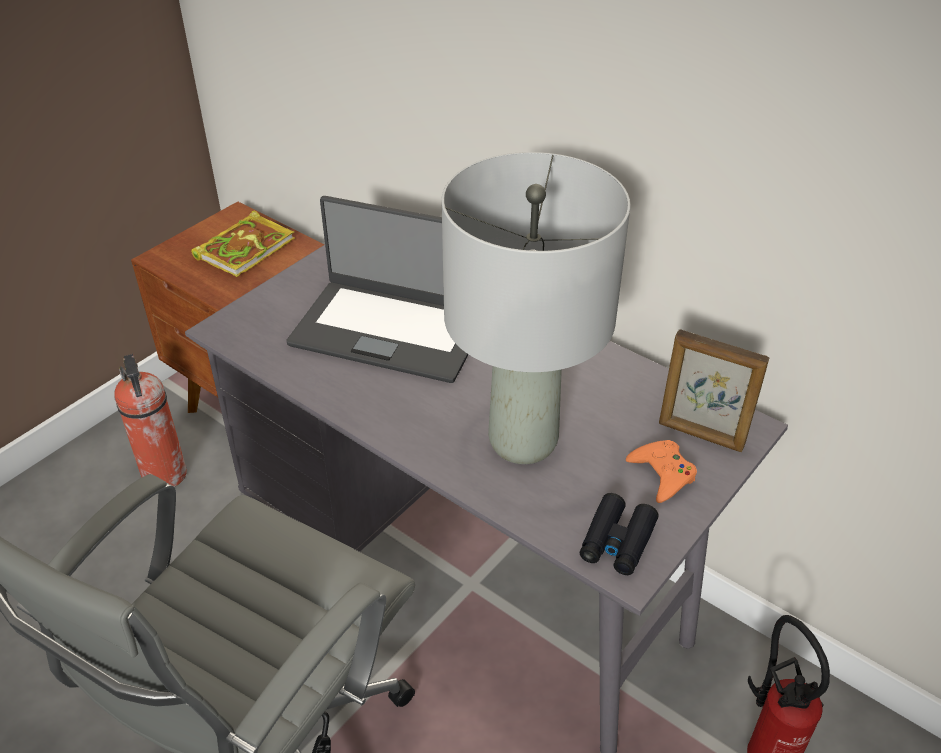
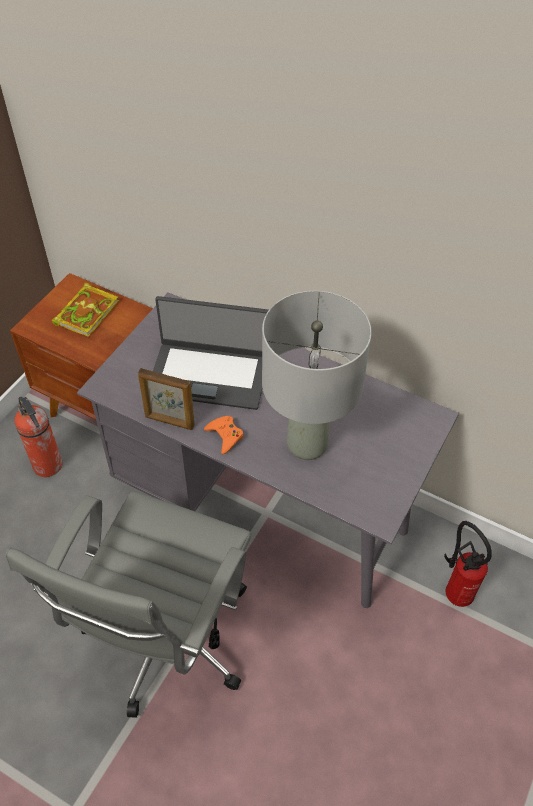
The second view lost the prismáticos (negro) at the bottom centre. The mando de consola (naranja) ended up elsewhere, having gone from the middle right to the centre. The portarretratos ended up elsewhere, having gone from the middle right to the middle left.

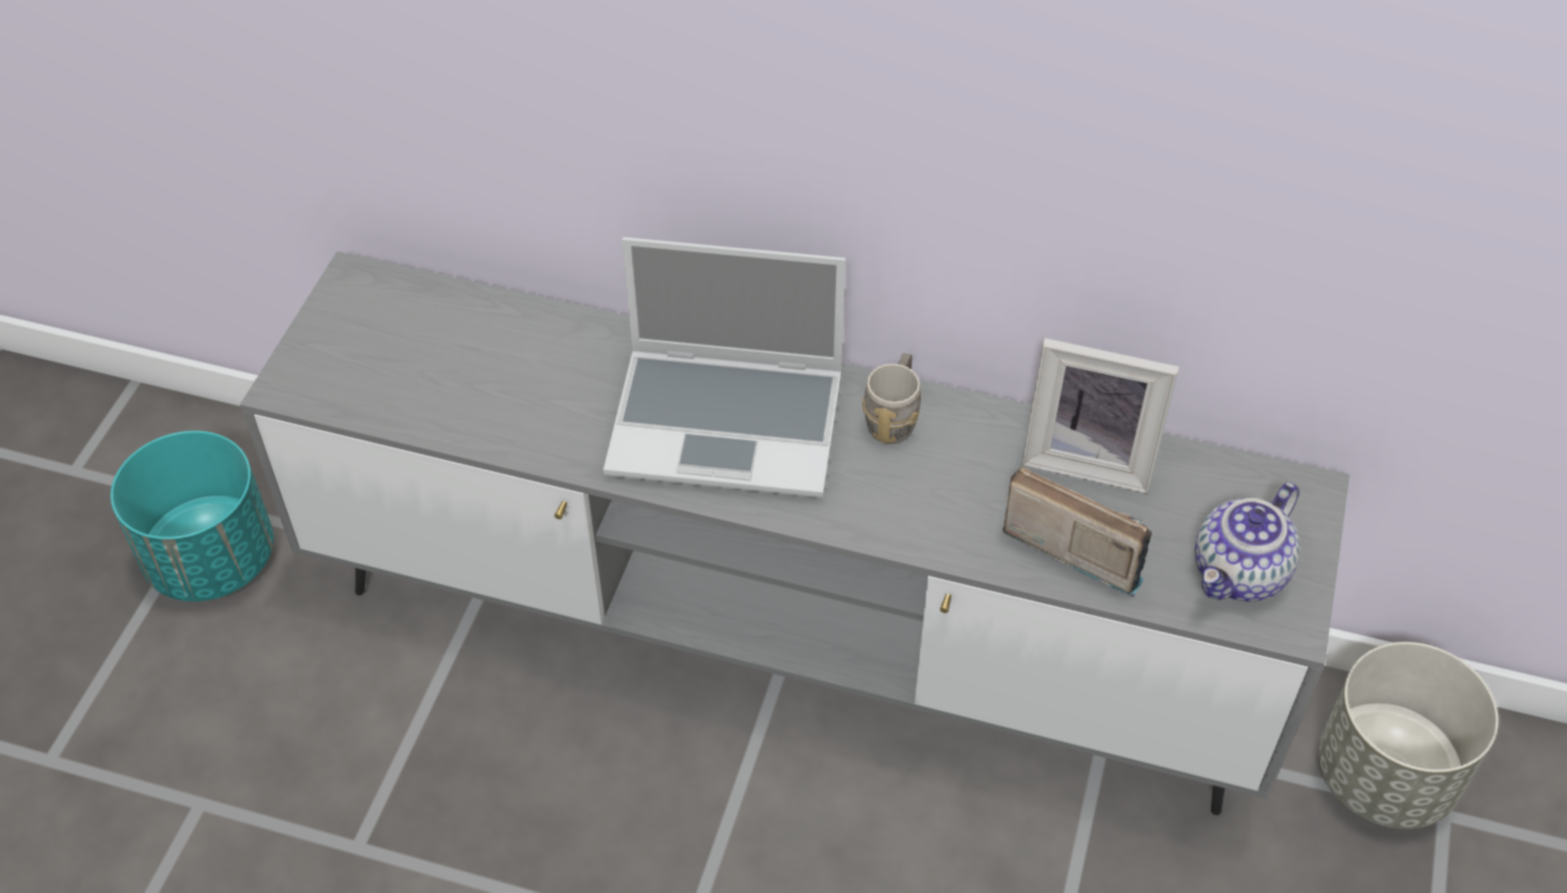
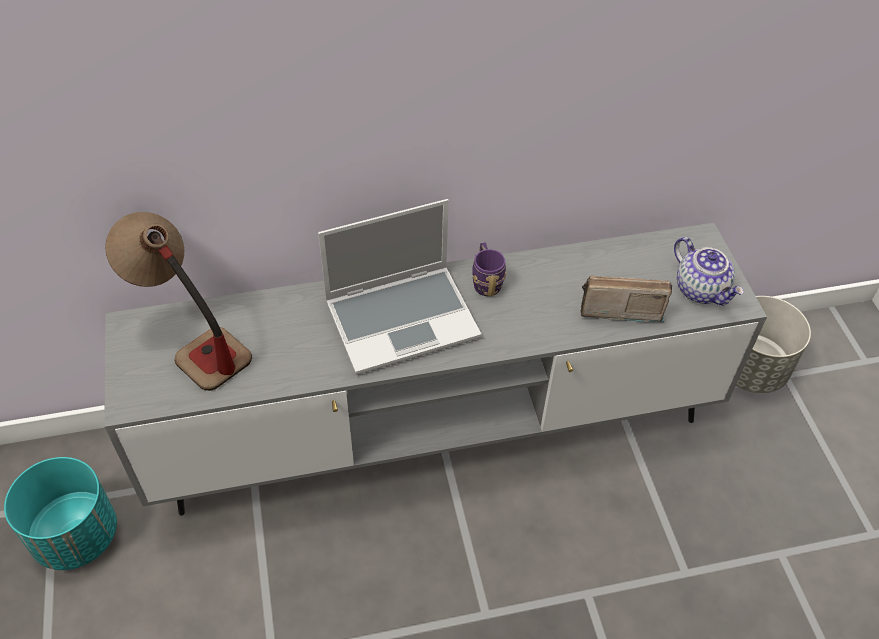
What was the taza grande (gris) at the centre turned into the taza grande (morado) at the centre. The second view lost the portarretratos at the middle right. The tetera at the middle right ended up facing another way, 45 degrees counterclockwise from before. The second view gained the lámpara de mesa at the middle left.

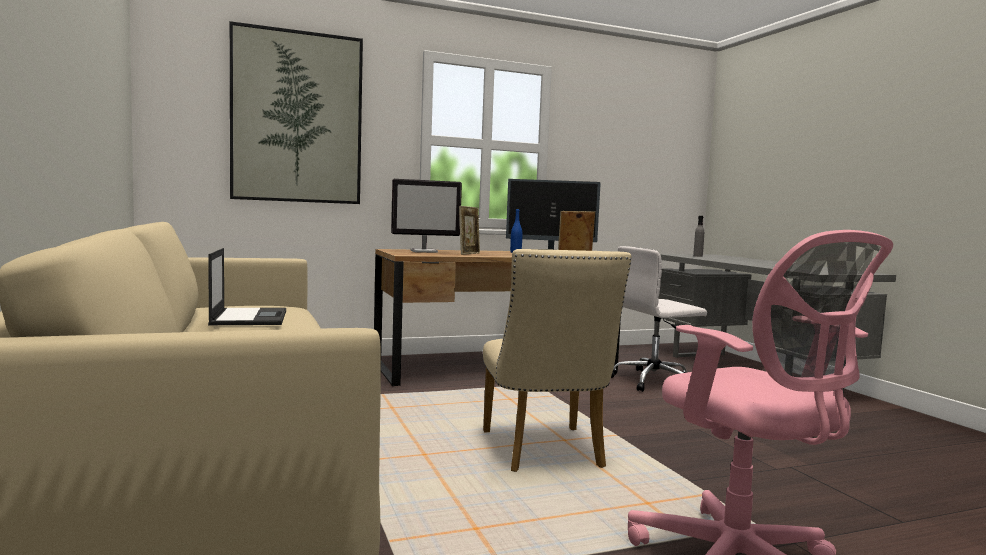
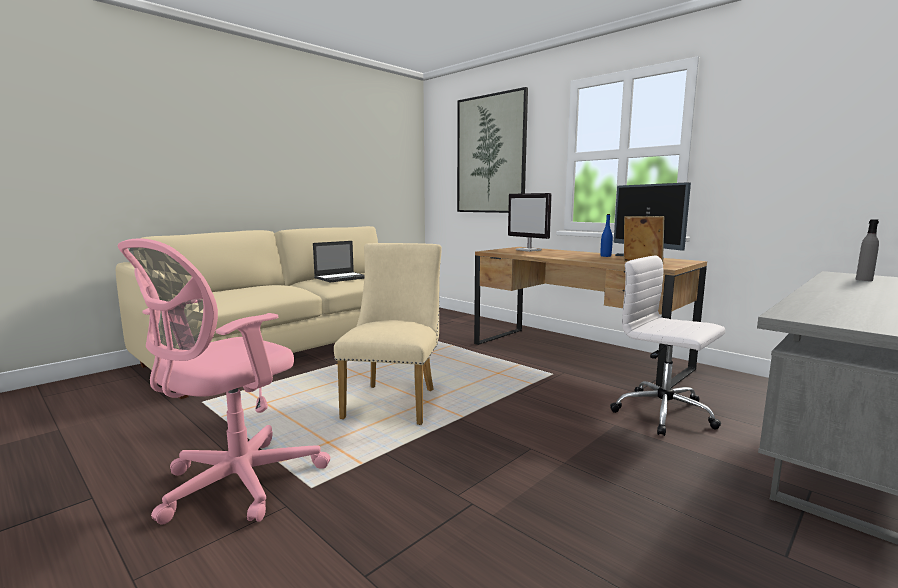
The second view lost the portarretratos (no. 1 from left) at the centre. The silla (beis) at the centre ended up facing another way, 135 degrees clockwise from before.

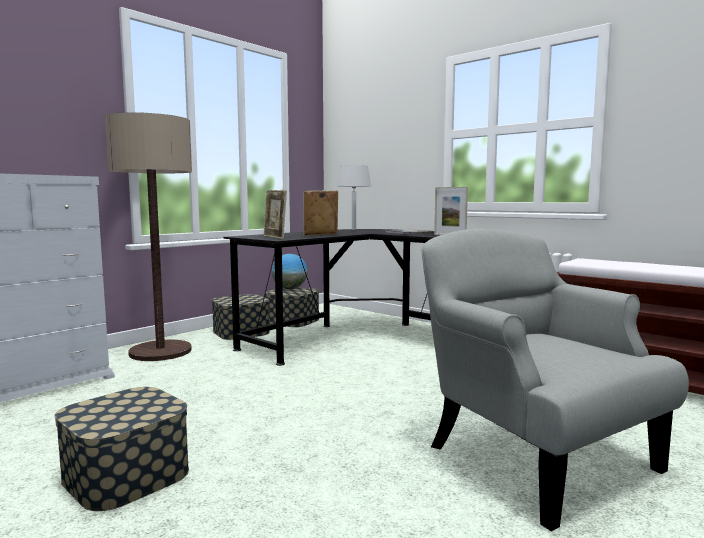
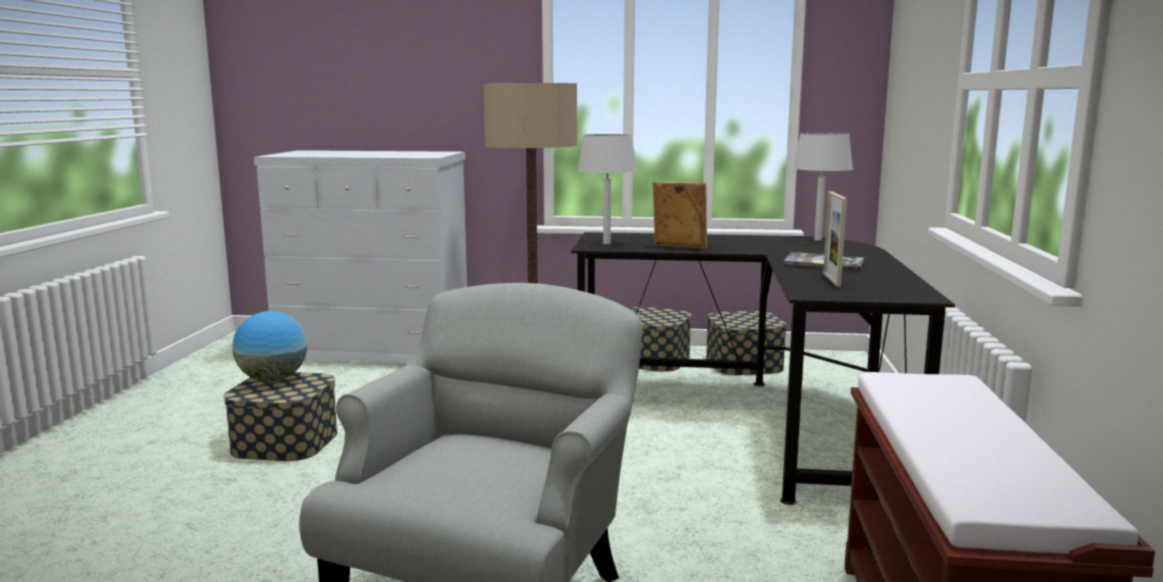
Where the portarretratos (no. 1 from left) stood at the centre, the lámpara de mesa (gris) (no. 1 from left) came to stand at the top centre. The globo terráqueo ended up elsewhere, having gone from the centre to the middle left.

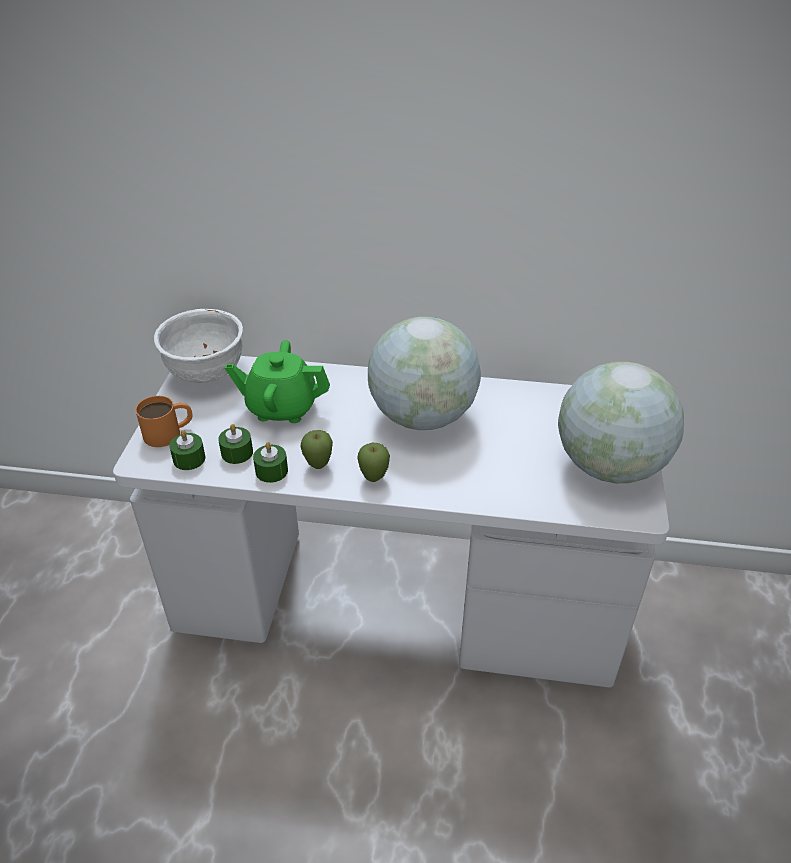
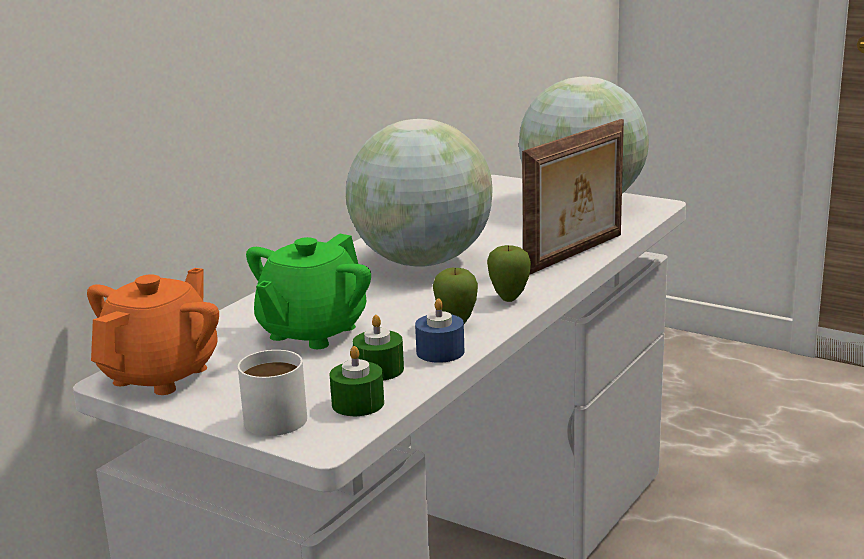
What was the taza grande (naranja) at the middle left turned into the taza grande (blanco) at the bottom left. Where the cuenco (blanco) stood at the middle left, the tetera (naranja) came to stand at the middle left. What was the vela (verde) (no. 3 from left) at the centre turned into the vela (azul) at the centre. The second view gained the portarretratos at the centre.

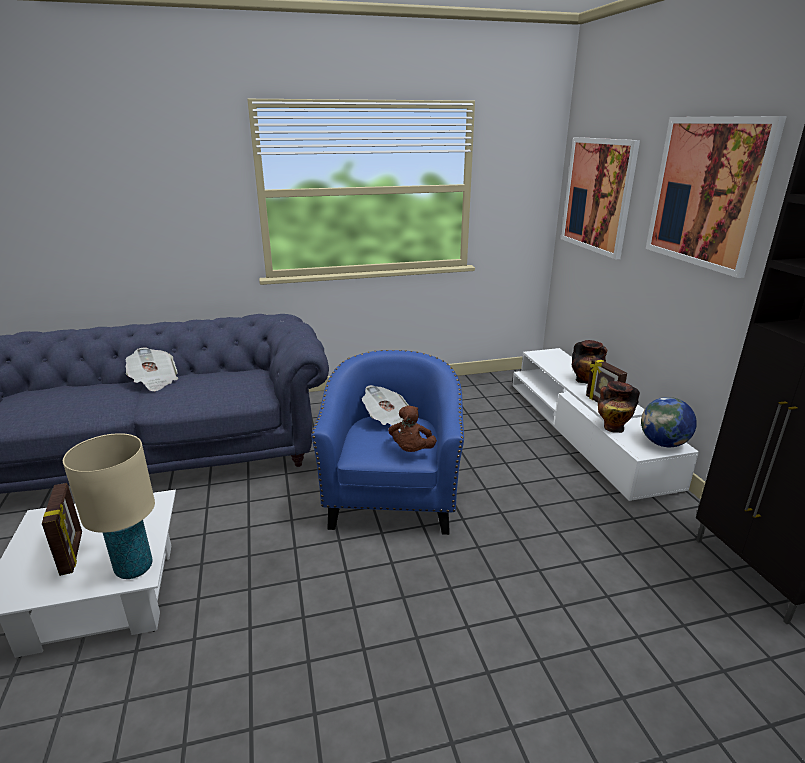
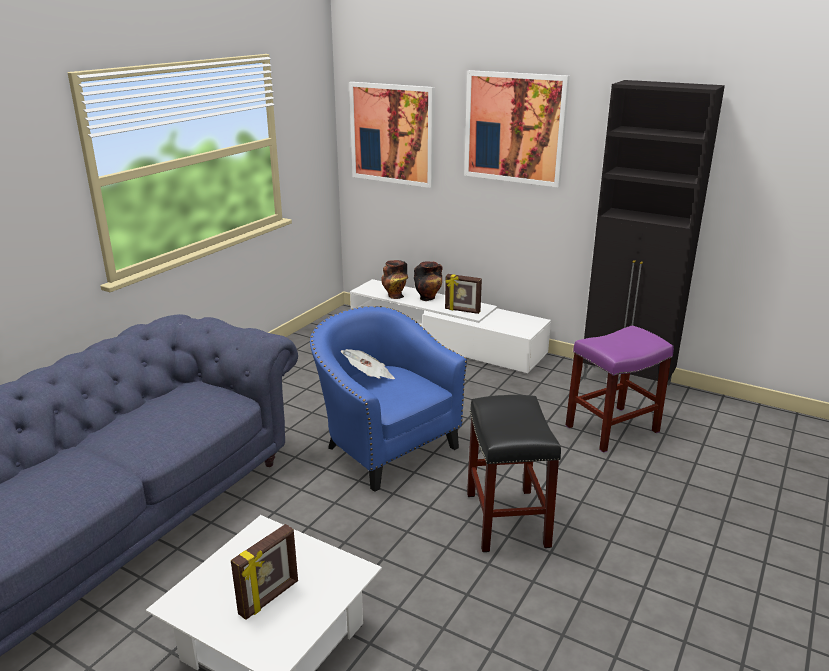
The portarretratos (no. 1 from left) at the bottom left ended up facing another way, 105 degrees clockwise from before. The second view lost the lámpara de mesa (beis) at the middle left. The second view lost the periódico (no. 1 from left) at the middle left. The second view lost the peluche (marrón) at the centre. The florero (no. 2 from left in the first image) ended up elsewhere, having gone from the middle right to the centre. The second view lost the globo terráqueo at the middle right. The second view gained the taburete (negro) at the bottom centre. The second view gained the taburete (morado) at the middle right.

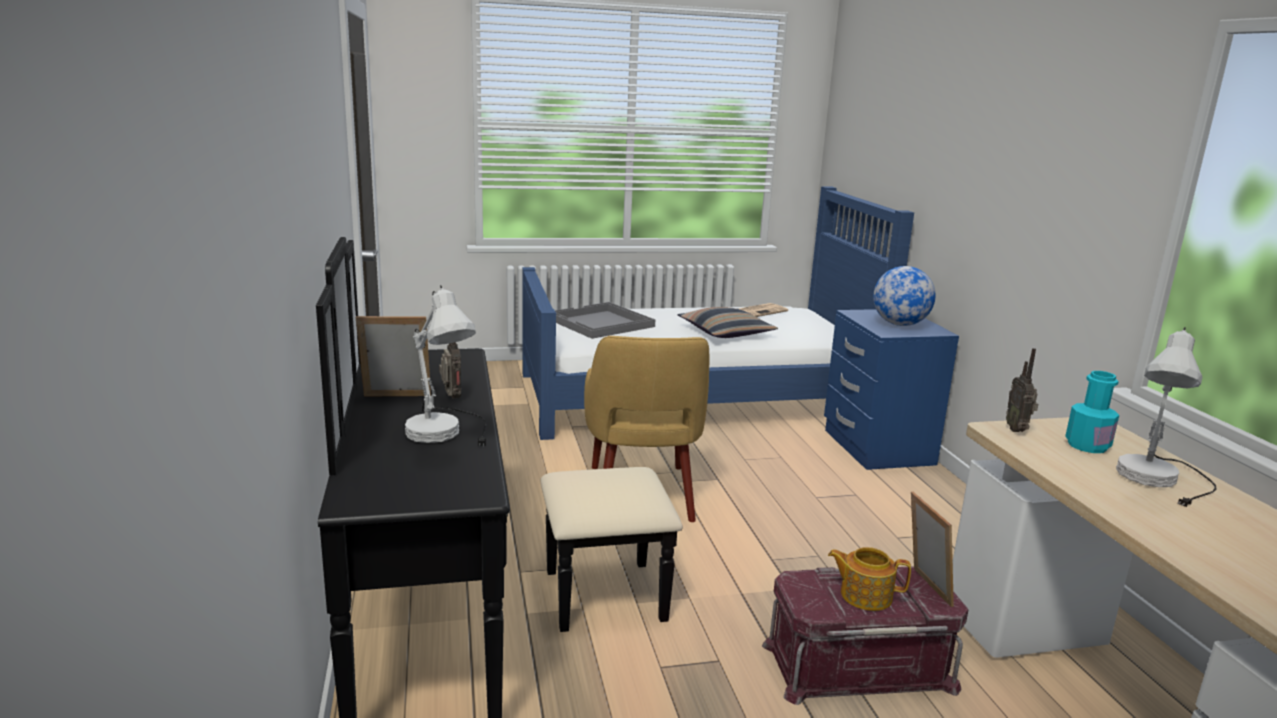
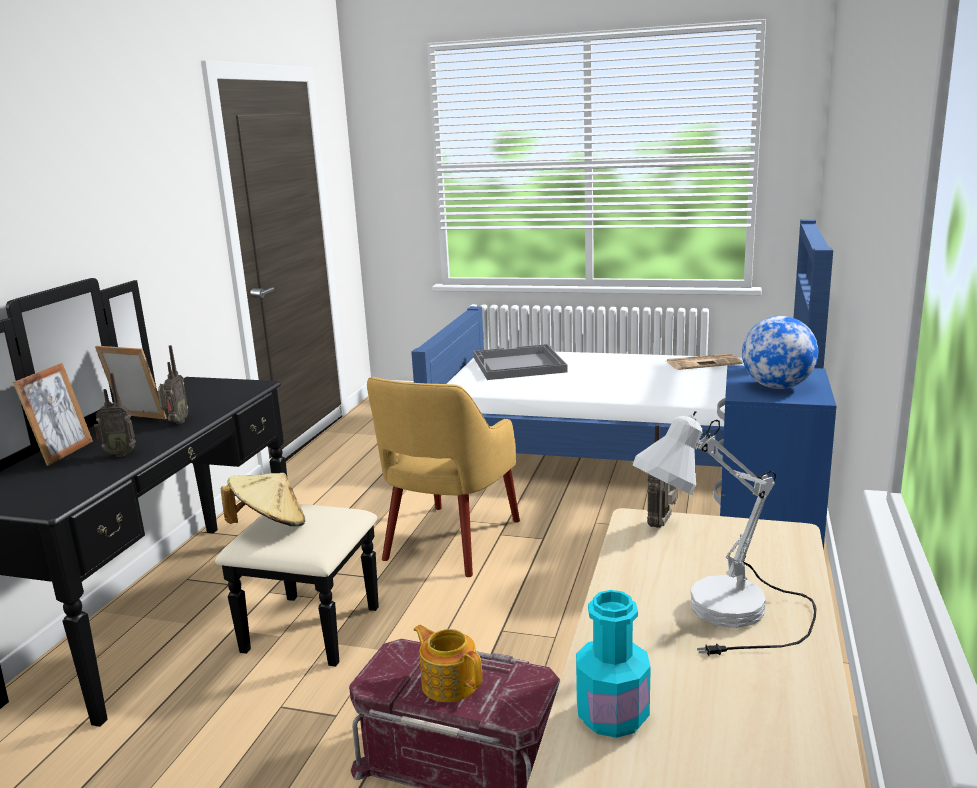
Where the lámpara de mesa (blanco) (no. 1 from left) stood at the centre, the radio (no. 1 from left) came to stand at the middle left. The second view lost the cojín at the centre. The portarretratos (no. 2 from left in the first image) ended up elsewhere, having gone from the bottom right to the middle left. The botella (turquesa) ended up elsewhere, having gone from the middle right to the bottom centre. The second view gained the sombrero (beis) at the middle left.

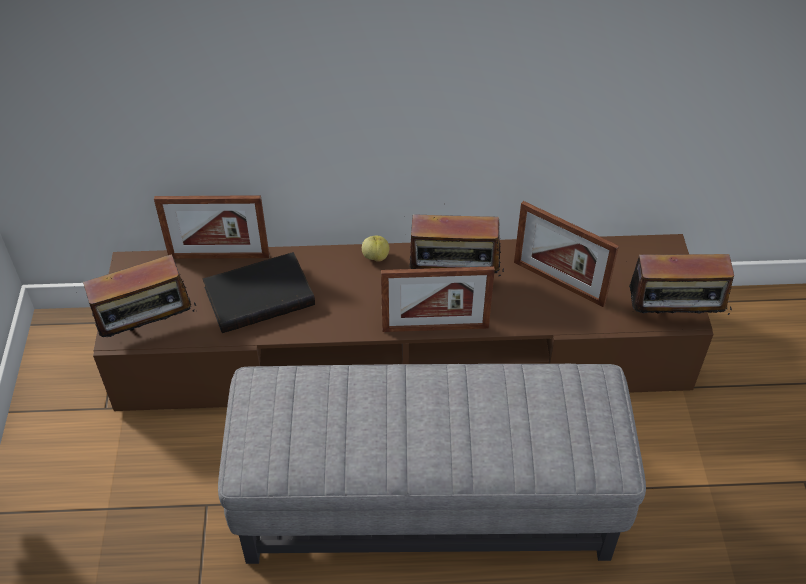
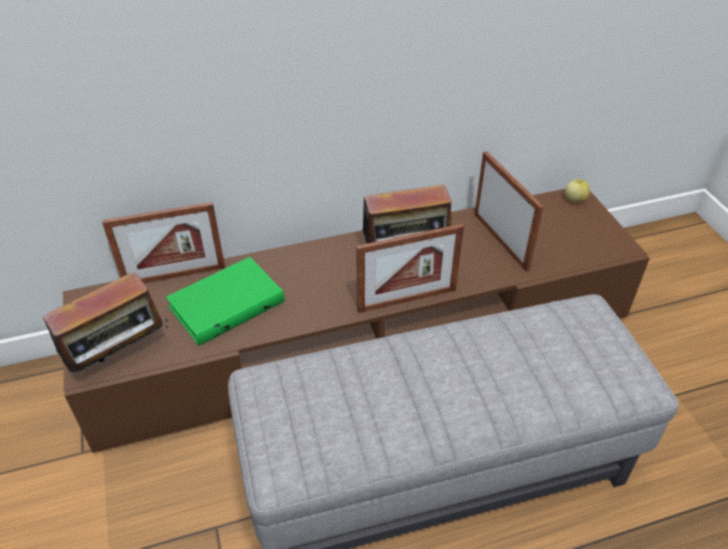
What was the libro (negro) at the middle left turned into the libro (verde) at the middle left. The manzana ended up elsewhere, having gone from the centre to the middle right. The portarretratos (no. 3 from left) at the middle right ended up facing another way, 135 degrees counterclockwise from before. The second view lost the radio (no. 3 from left) at the middle right.

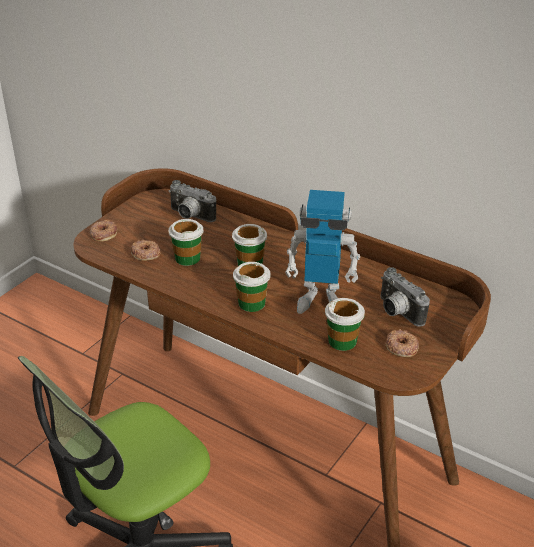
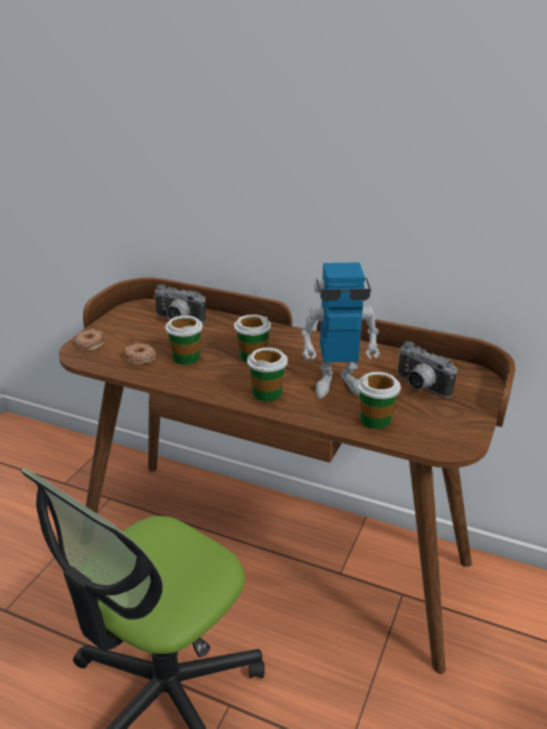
The second view lost the rosquilla (no. 3 from left) at the middle right.

